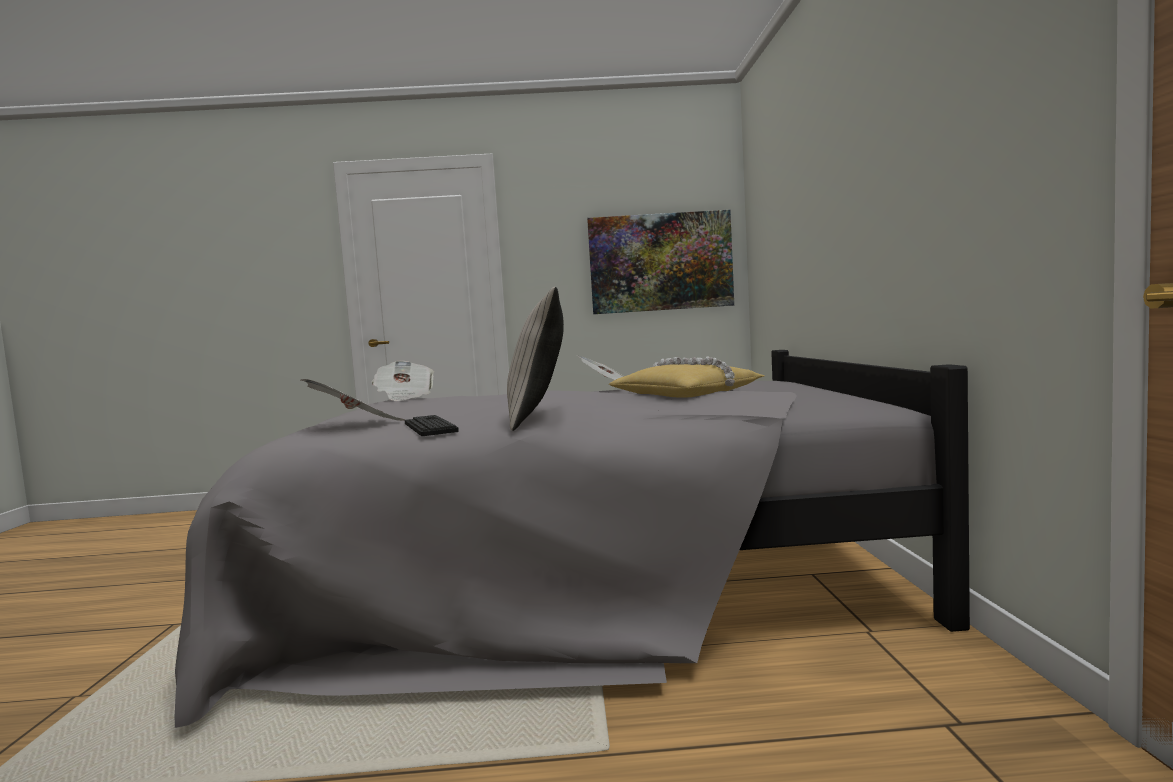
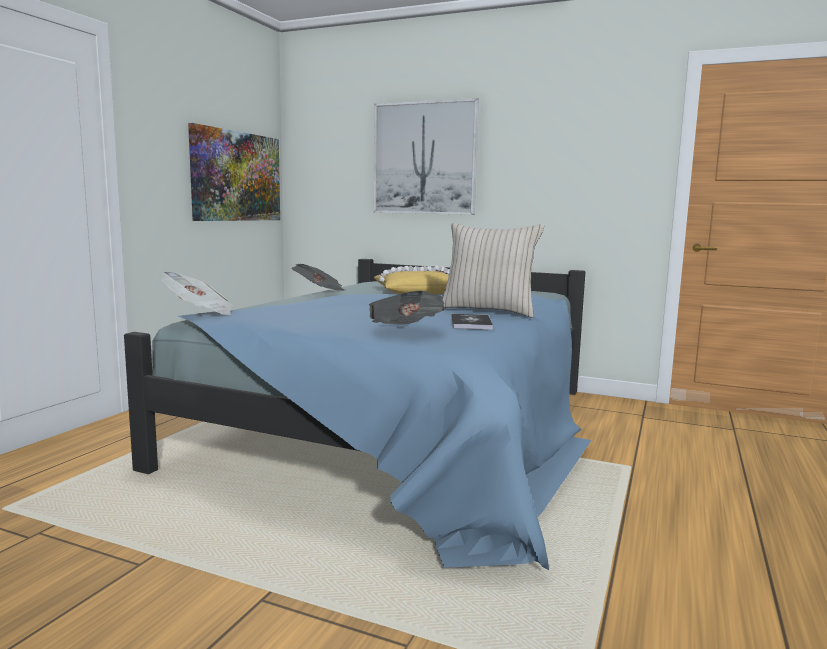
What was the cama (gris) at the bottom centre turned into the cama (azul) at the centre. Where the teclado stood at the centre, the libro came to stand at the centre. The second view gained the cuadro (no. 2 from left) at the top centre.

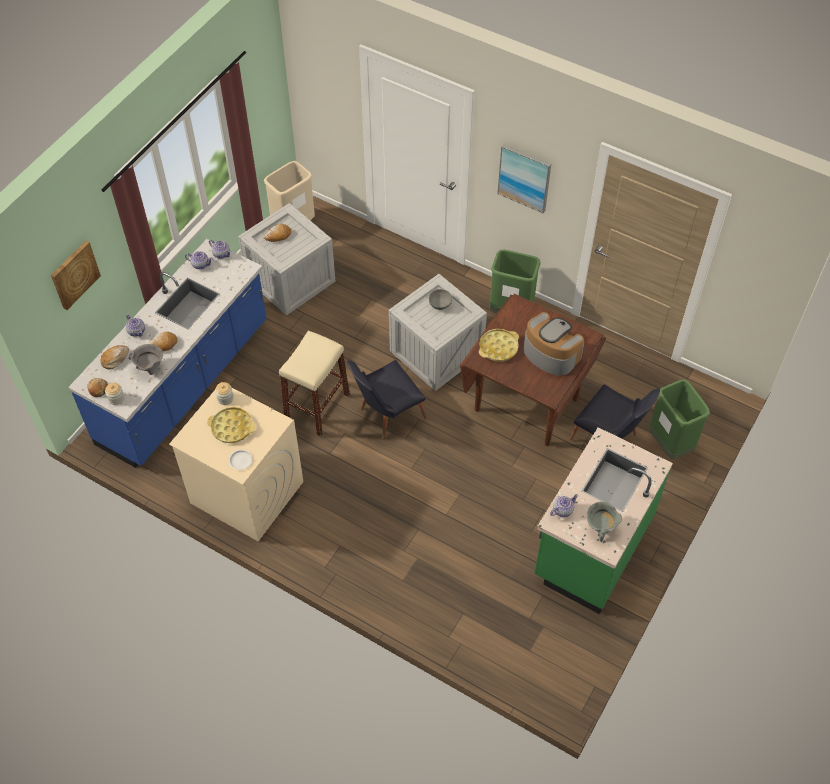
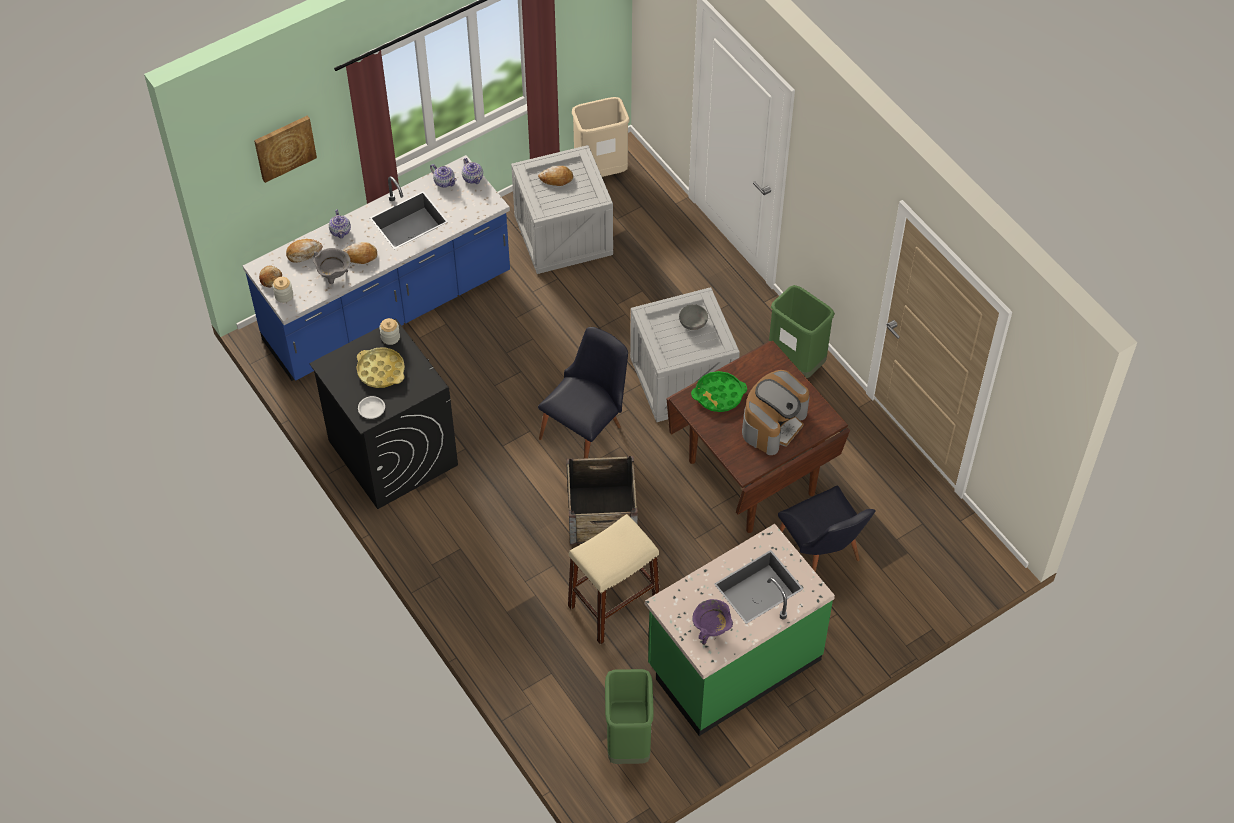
What was the lavadora (beis) at the middle left turned into the lavadora (negro) at the middle left. The taburete (beis) ended up elsewhere, having gone from the centre to the bottom centre. The silla (negro) (no. 1 from left) at the centre ended up facing another way, 135 degrees clockwise from before. What was the bandeja (amarillo) (no. 2 from left) at the centre turned into the bandeja (verde) at the centre. The second view lost the cuadro (no. 2 from left) at the top centre. The cafetera at the centre ended up facing another way, 60 degrees clockwise from before. The second view lost the tetera (no. 4 from left) at the middle right. What was the olla (gris) (no. 2 from left) at the middle right turned into the olla (morado) at the bottom centre. The papelera (verde) (no. 2 from left in the first image) ended up elsewhere, having gone from the middle right to the bottom centre. The second view gained the caja de embalaje (no. 2 from left) at the centre.

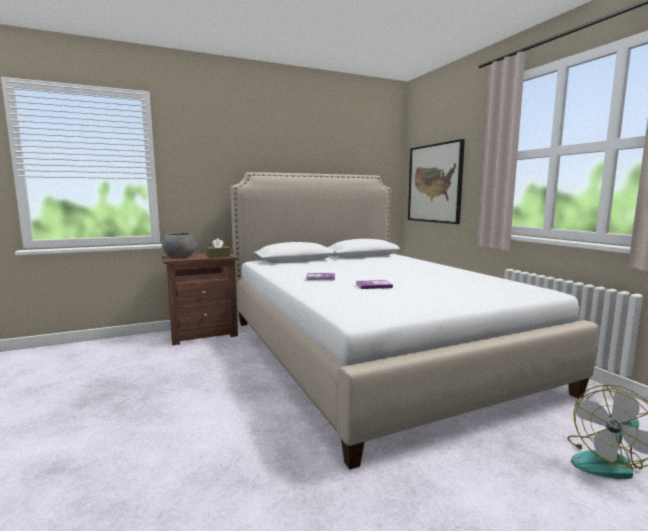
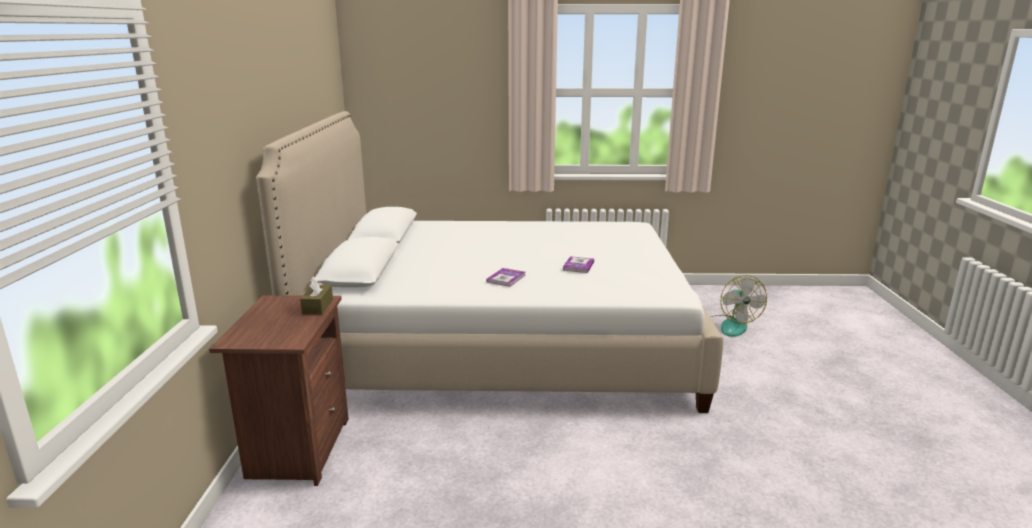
The second view lost the cuenco (gris) at the middle left. The second view lost the cuadro at the middle right.

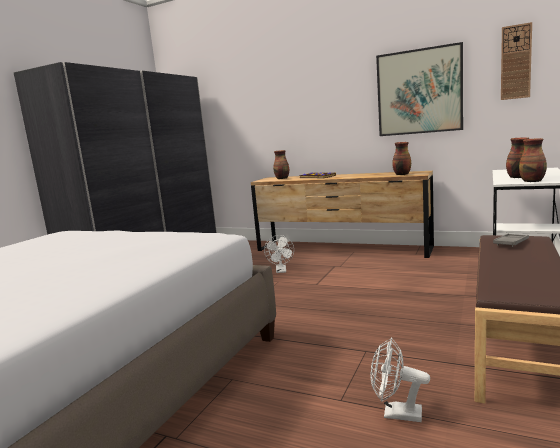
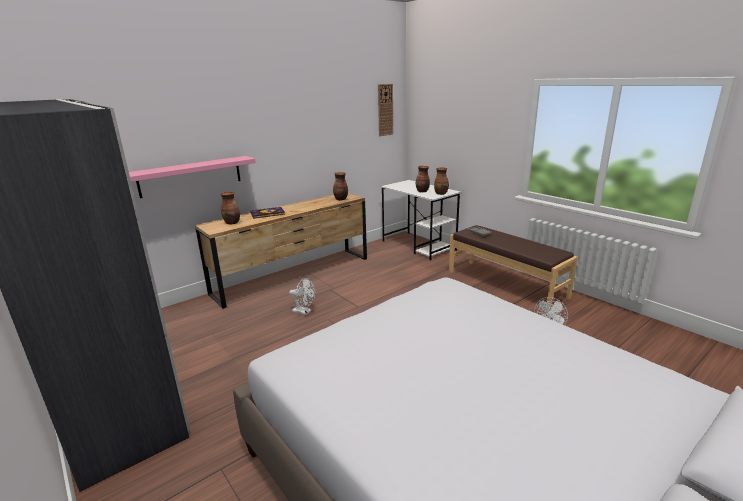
The second view lost the cuadro at the top right. The second view gained the estante (rosa) at the middle left.

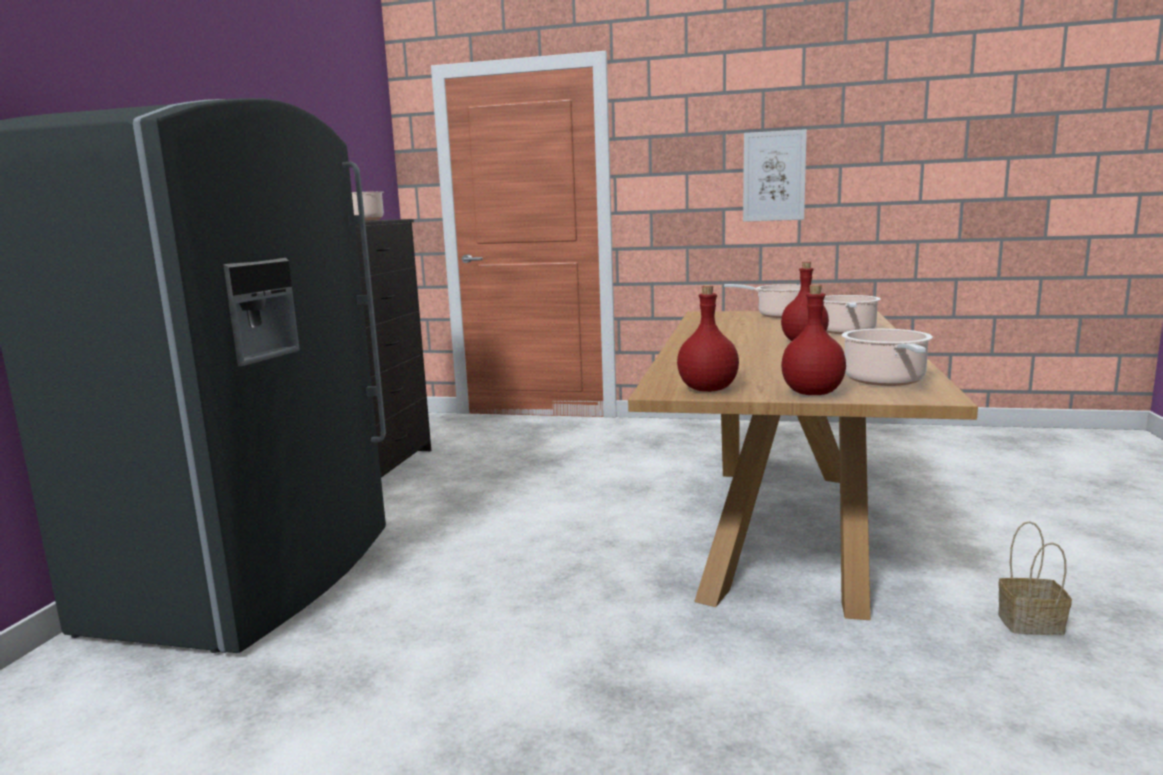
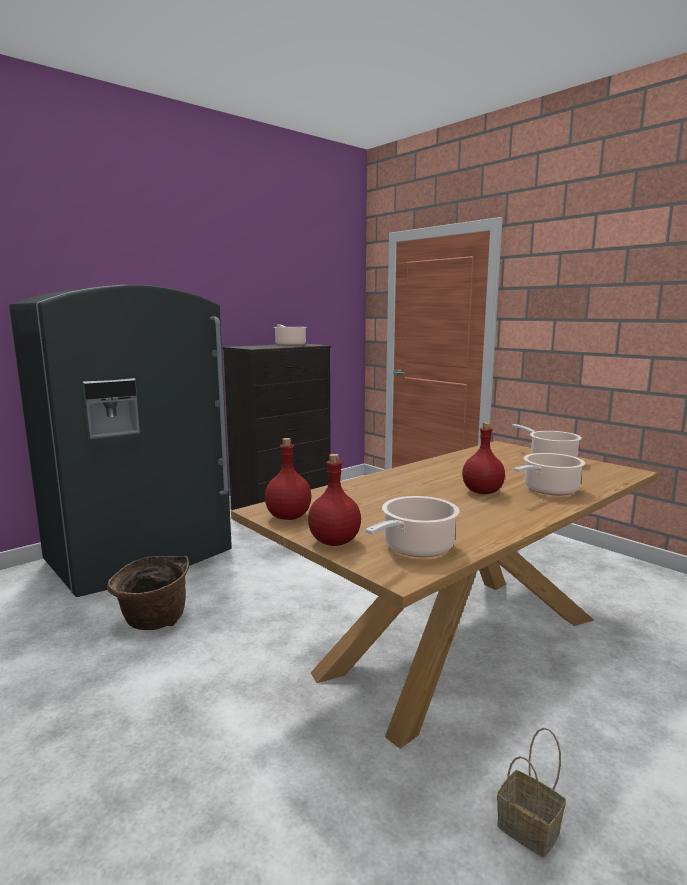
The second view lost the cuadro at the top centre. The second view gained the cesta (no. 1 from left) at the bottom left.

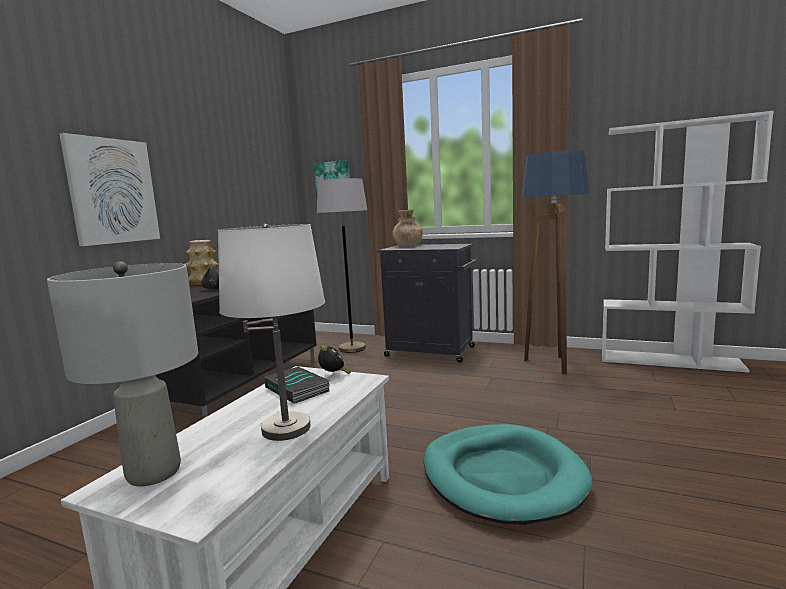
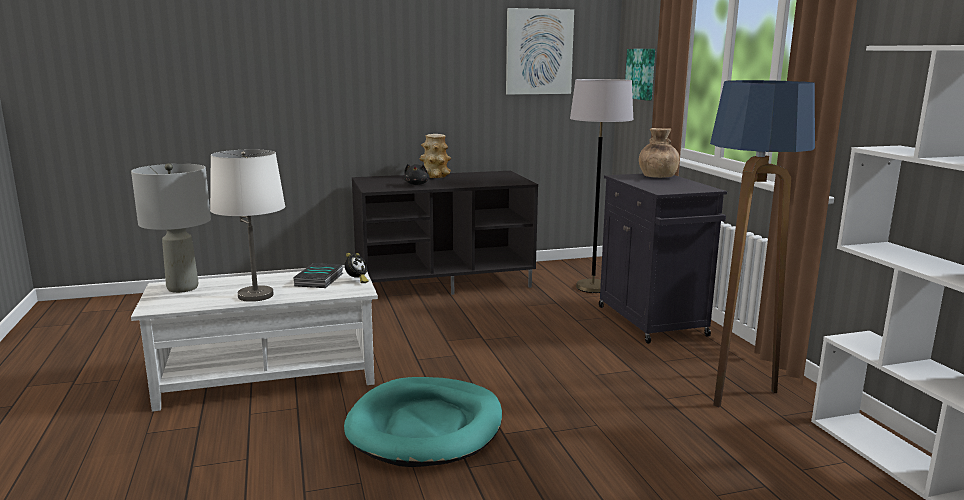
The cuadro (no. 1 from left) ended up elsewhere, having gone from the top left to the top centre.

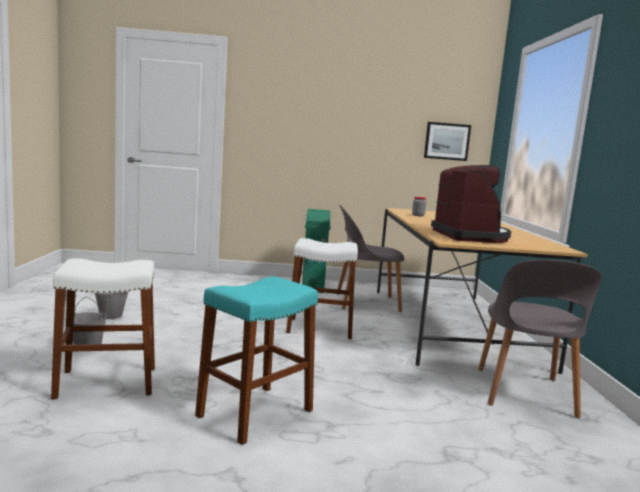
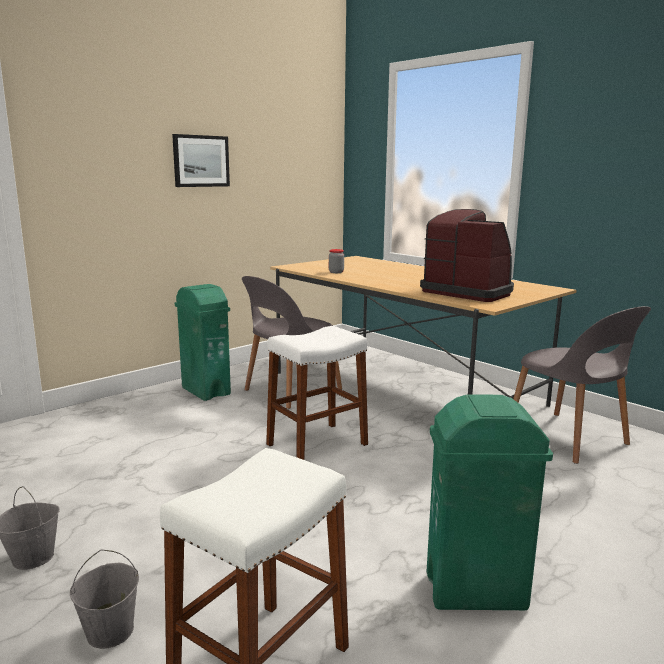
Where the taburete (turquesa) stood at the bottom centre, the papelera (verde) (no. 2 from left) came to stand at the bottom right. The cuadro ended up elsewhere, having gone from the top right to the top left.

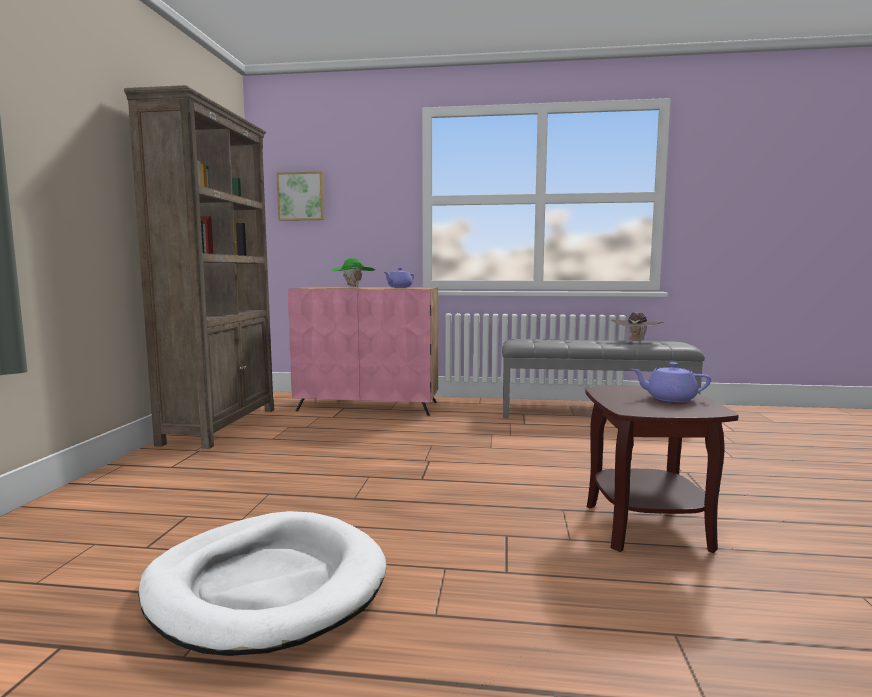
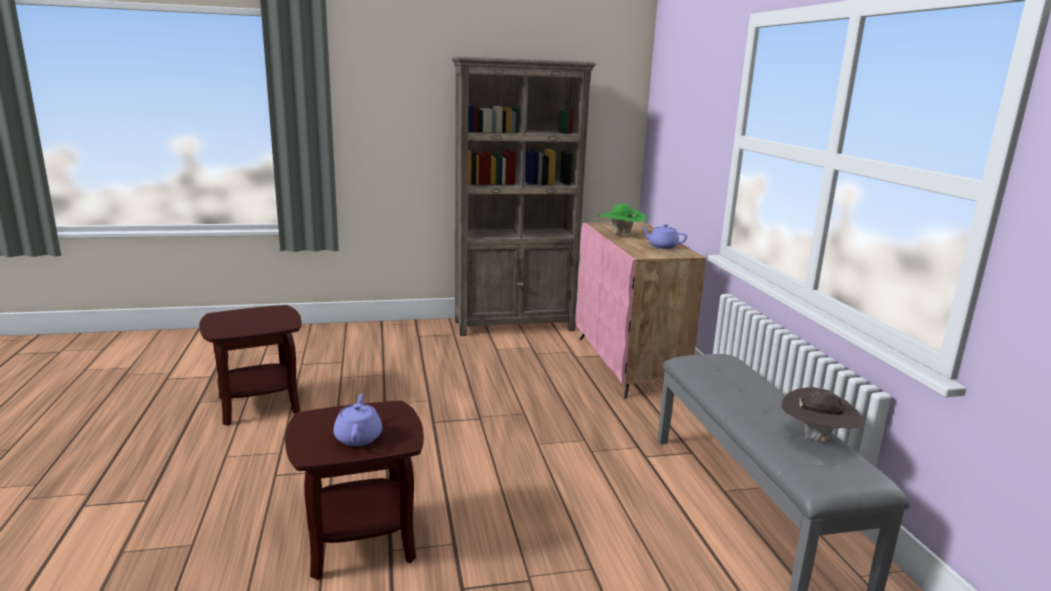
Where the cama para perro (blanco) stood at the bottom left, the mesa auxiliar (marrón) (no. 1 from left) came to stand at the middle left. The second view lost the cuadro at the top centre.

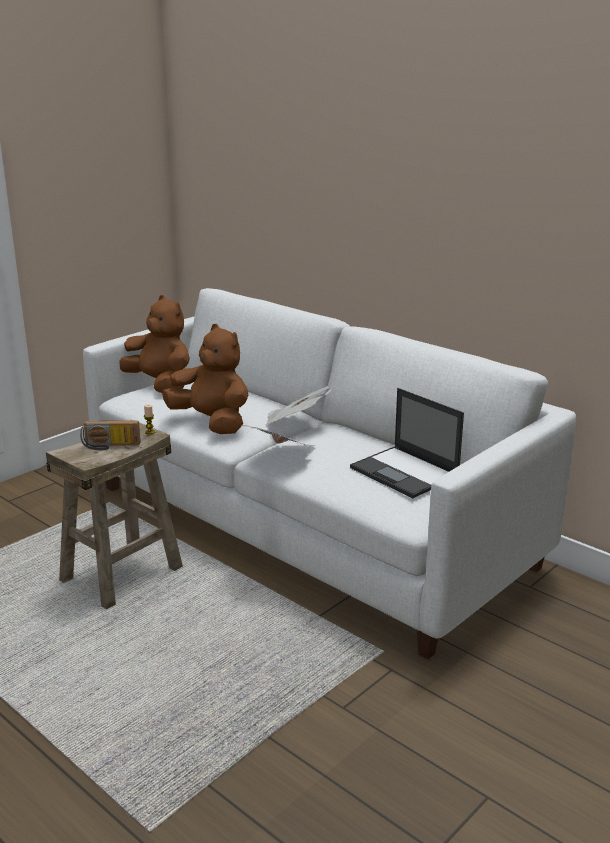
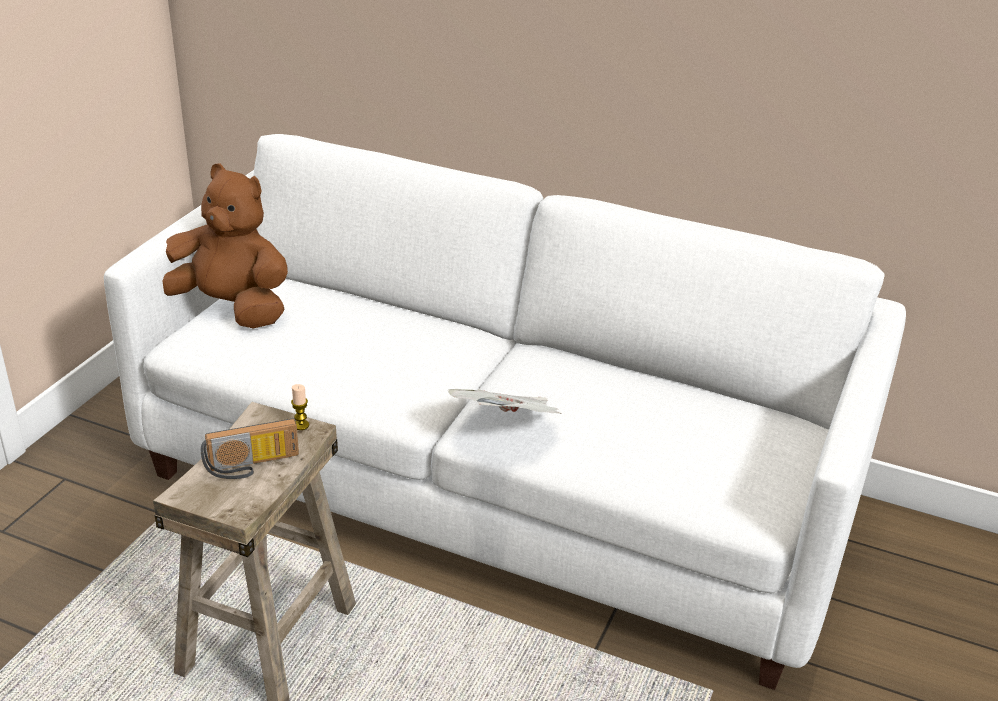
The second view lost the peluche (marrón) (no. 2 from left) at the centre. The second view lost the periódico (no. 2 from left) at the centre. The second view lost the portátil at the middle right.

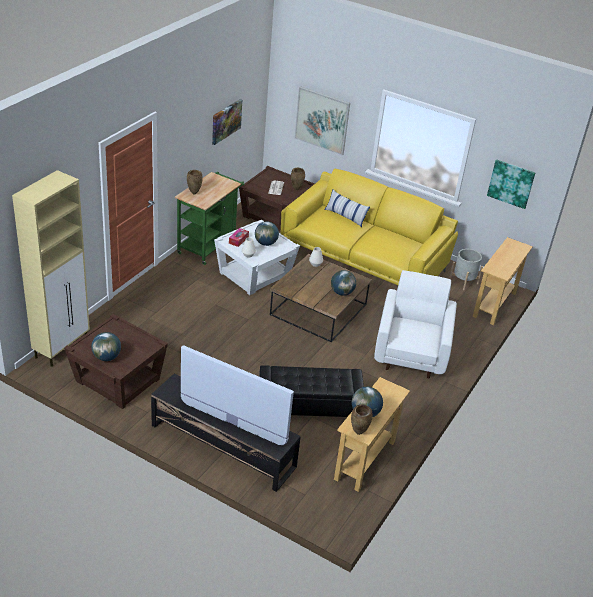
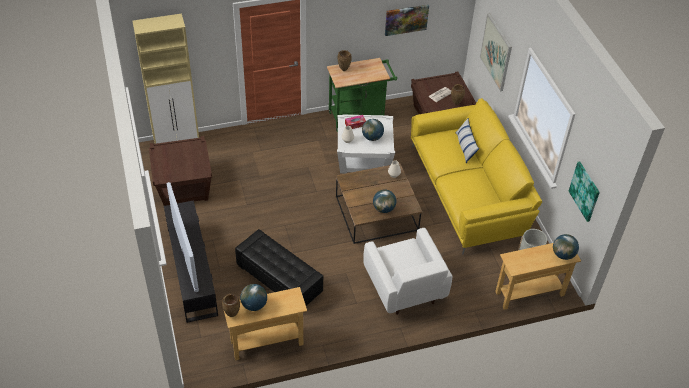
The globo terráqueo (no. 1 from left in the first image) ended up elsewhere, having gone from the middle left to the middle right. The sillón (blanco) at the middle right ended up facing another way, 105 degrees clockwise from before.

